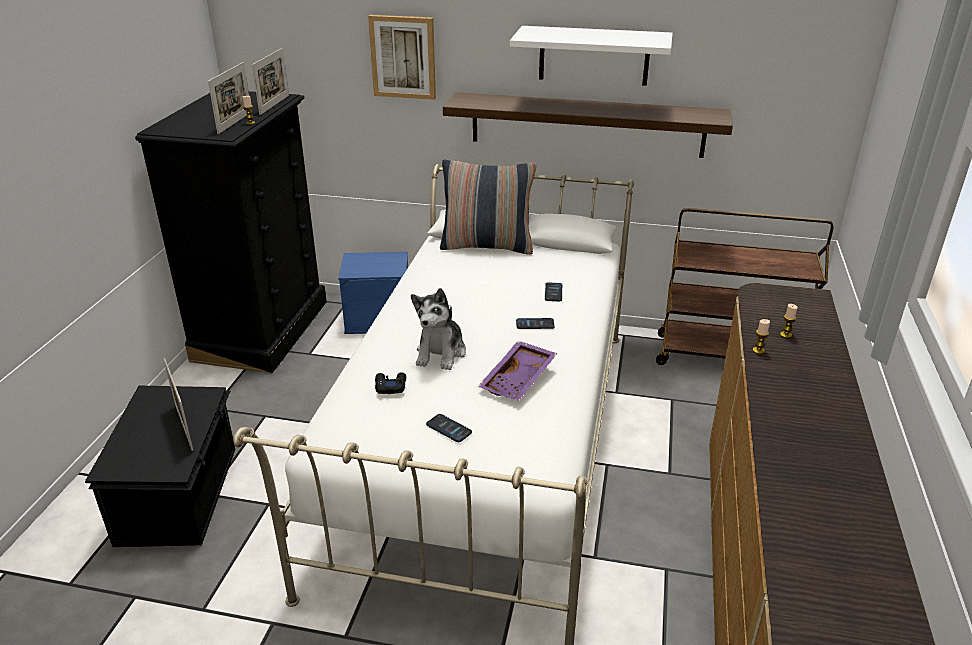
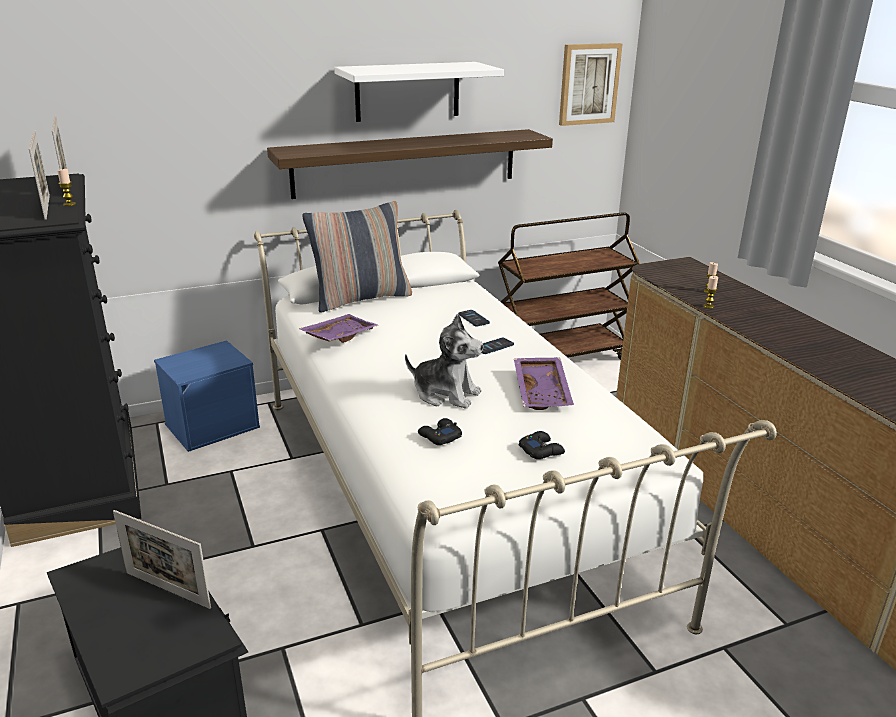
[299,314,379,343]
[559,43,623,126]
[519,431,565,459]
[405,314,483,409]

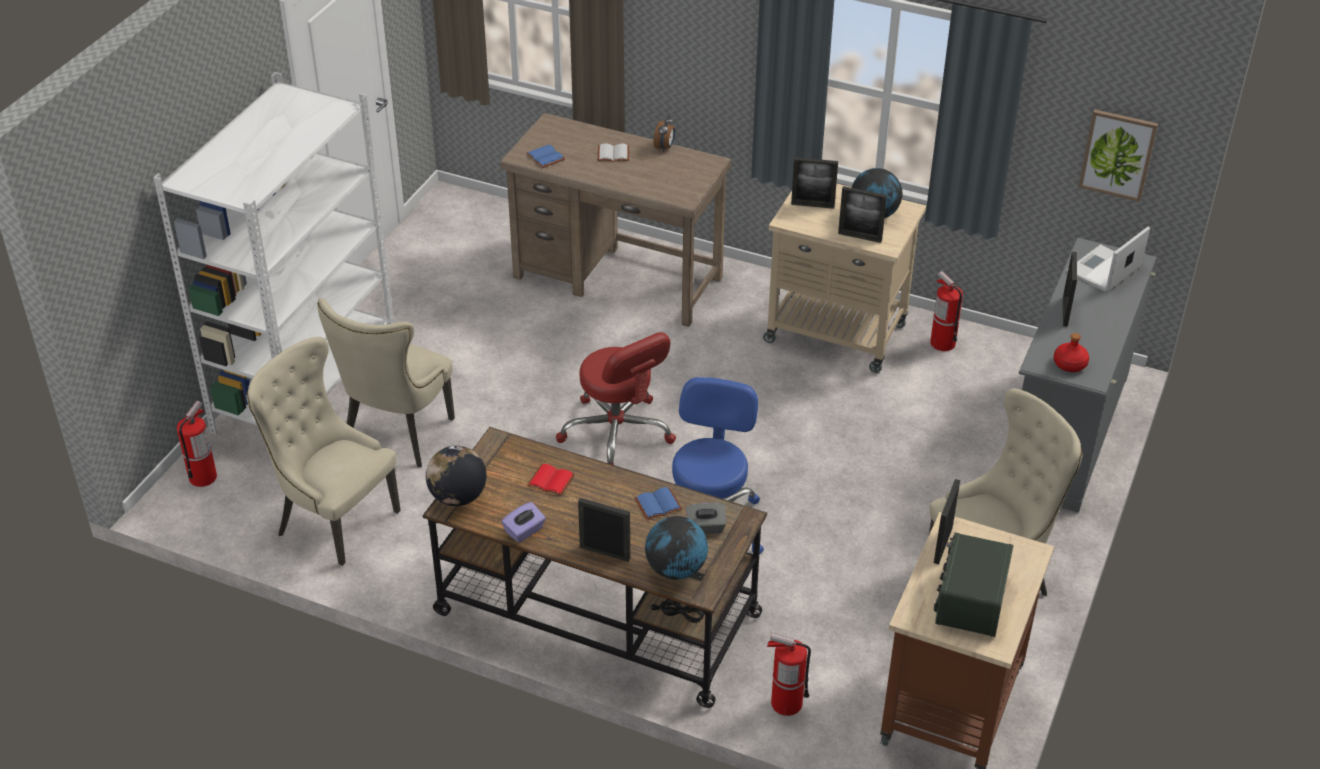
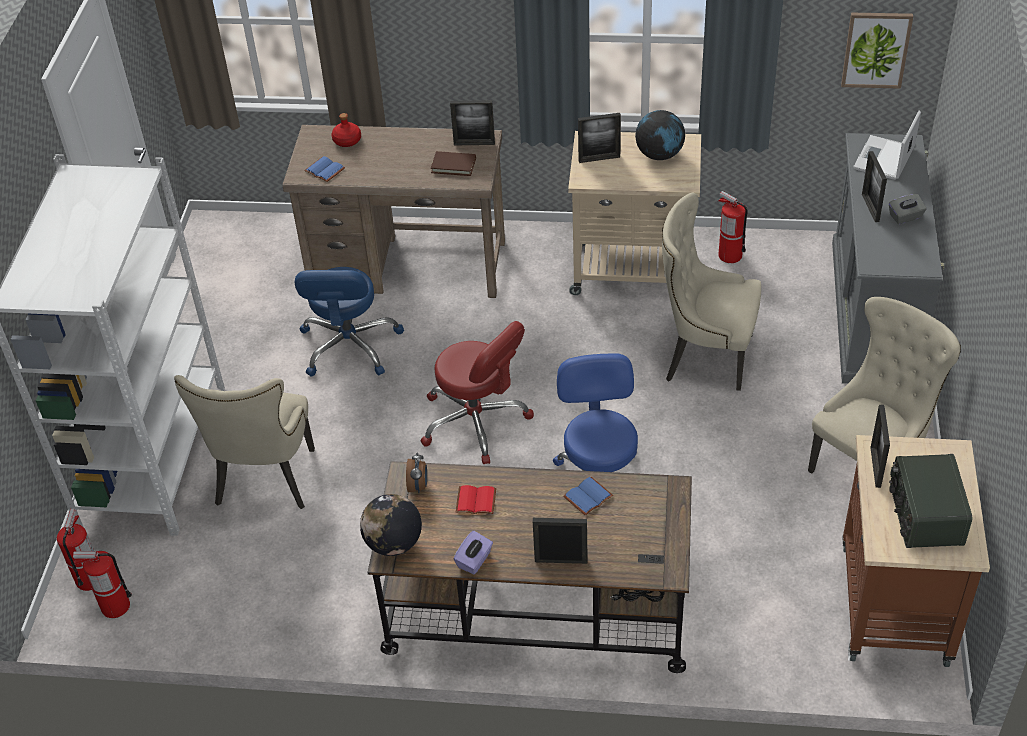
[598,143,629,162] (first image)
[645,516,708,580] (first image)
[295,267,404,377]
[431,151,476,176]
[662,193,761,391]
[406,452,427,493]
[889,194,927,224]
[73,551,132,618]
[450,100,495,145]
[332,113,361,147]

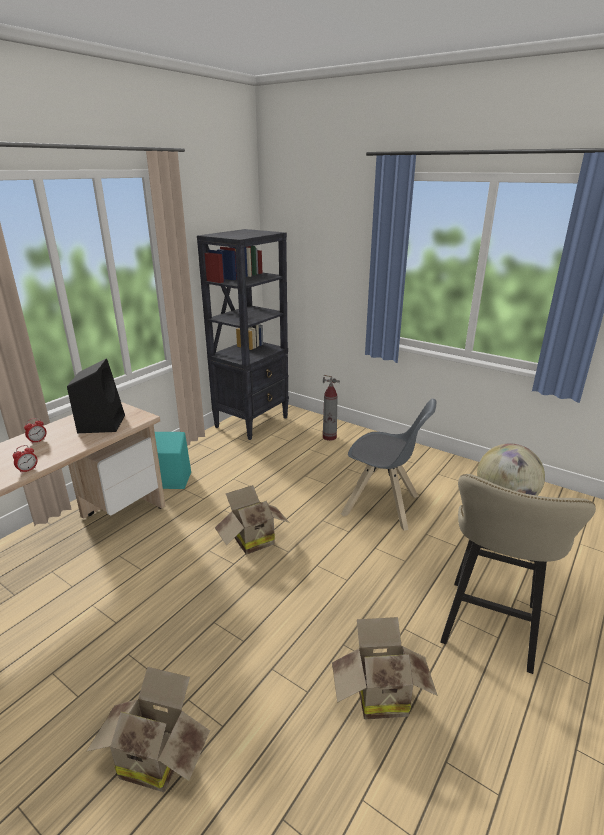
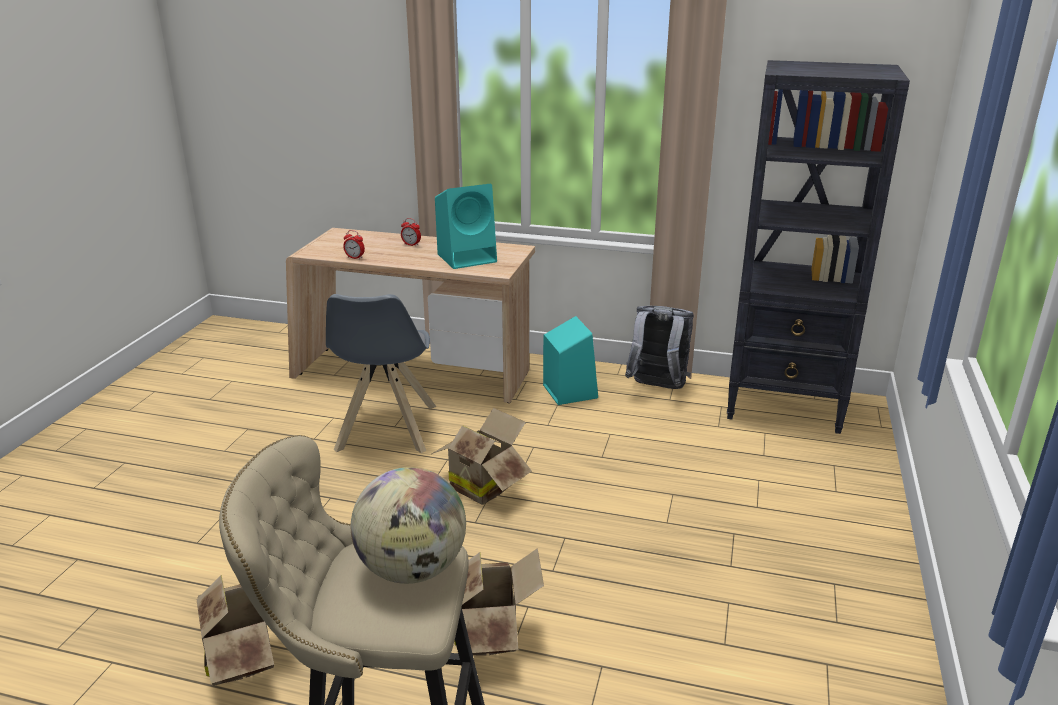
[323,375,340,441] (first image)
[625,306,694,389]
[454,548,544,655]
[326,294,437,453]
[435,184,497,269]

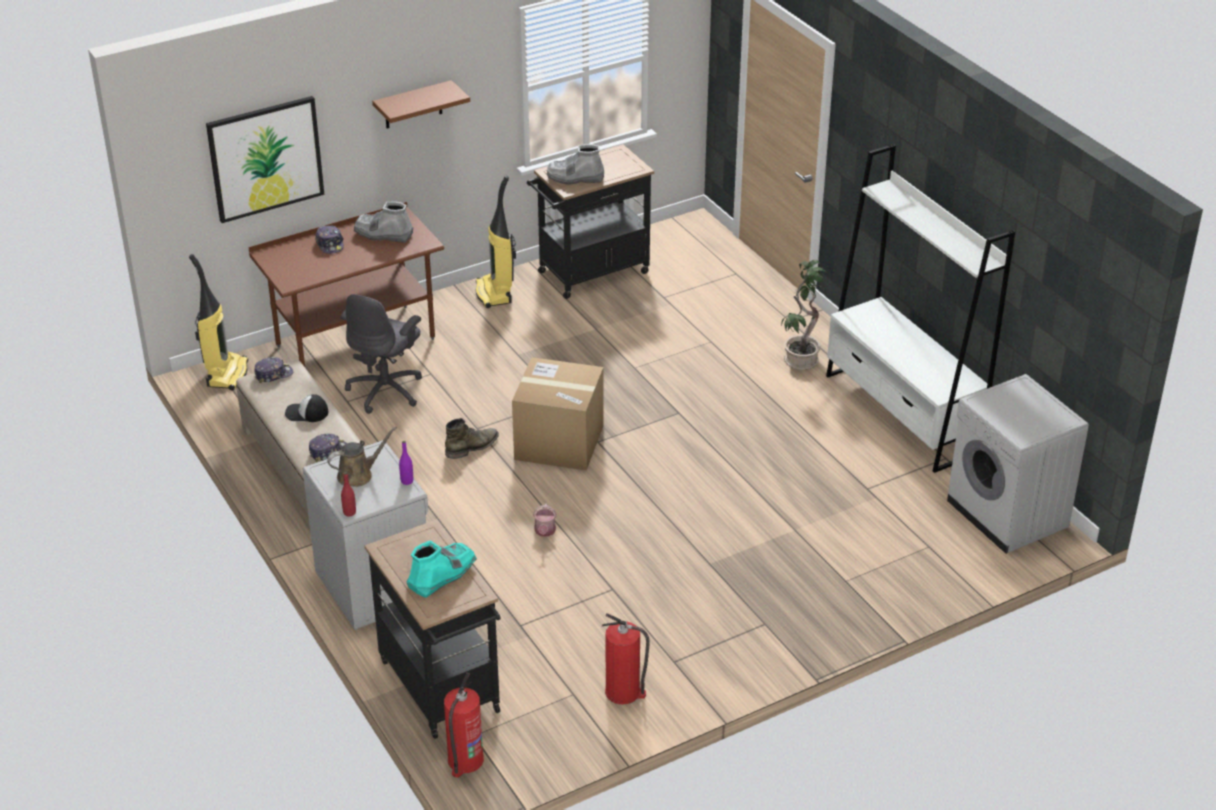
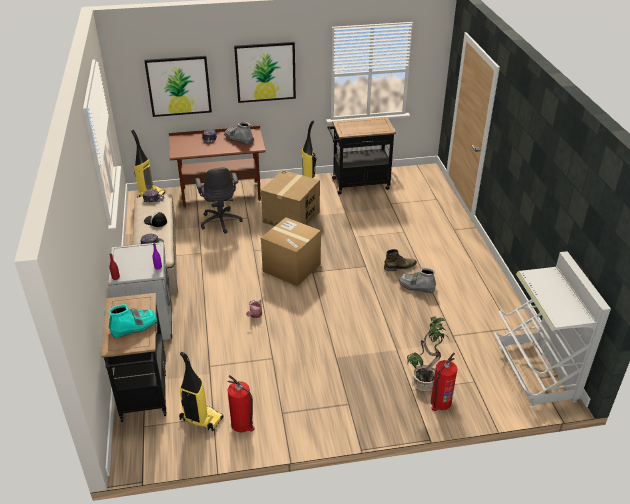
[327,427,397,487] (first image)
[826,144,1015,473] (first image)
[179,352,223,432]
[261,170,320,226]
[431,352,457,411]
[384,249,417,271]
[399,268,436,293]
[407,316,450,391]
[234,42,296,103]
[494,251,611,408]
[195,167,242,234]

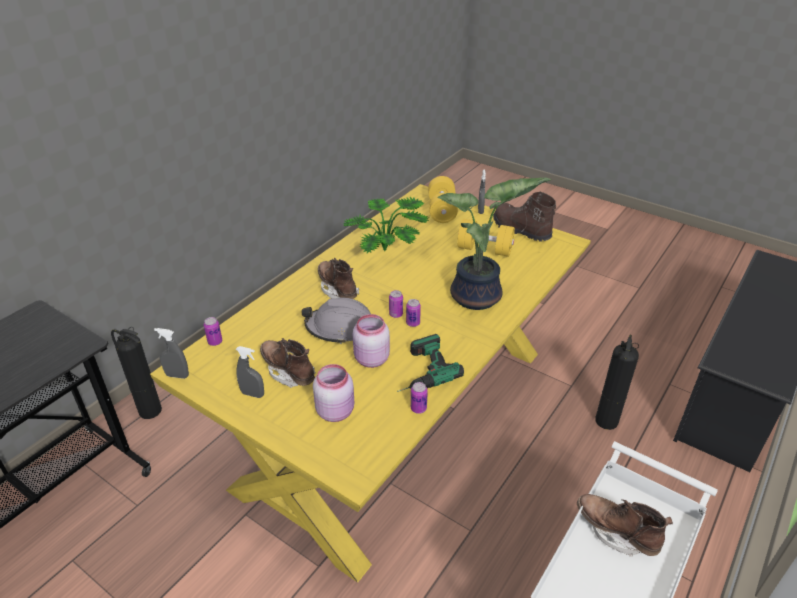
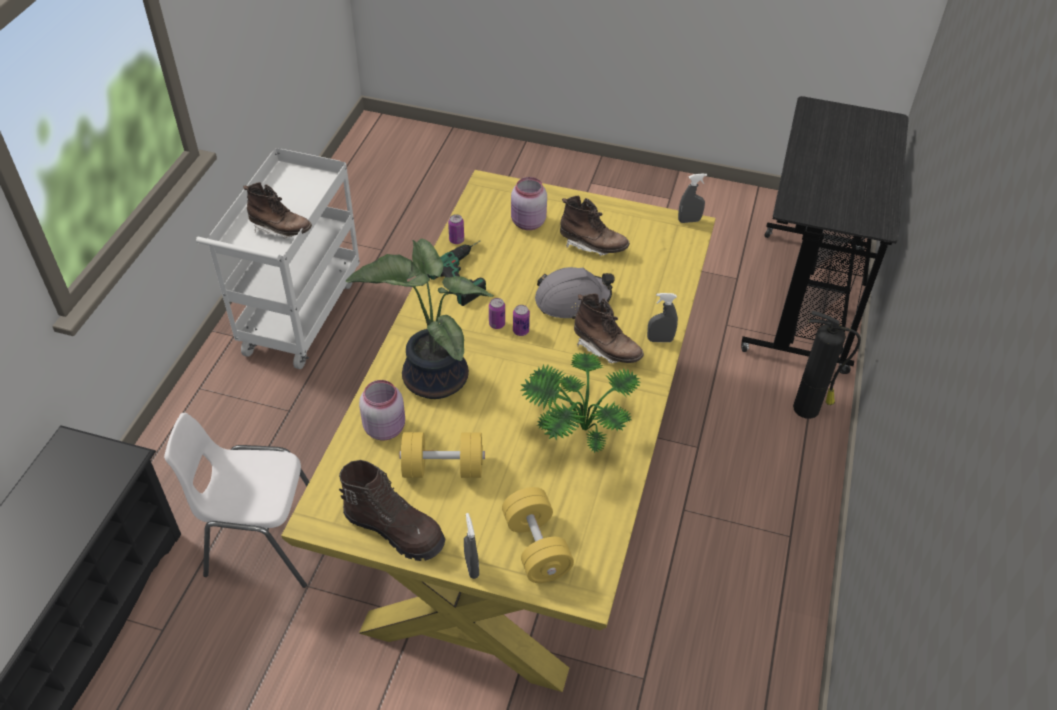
[204,317,222,346] (first image)
[647,293,678,342]
[359,380,405,440]
[164,413,309,588]

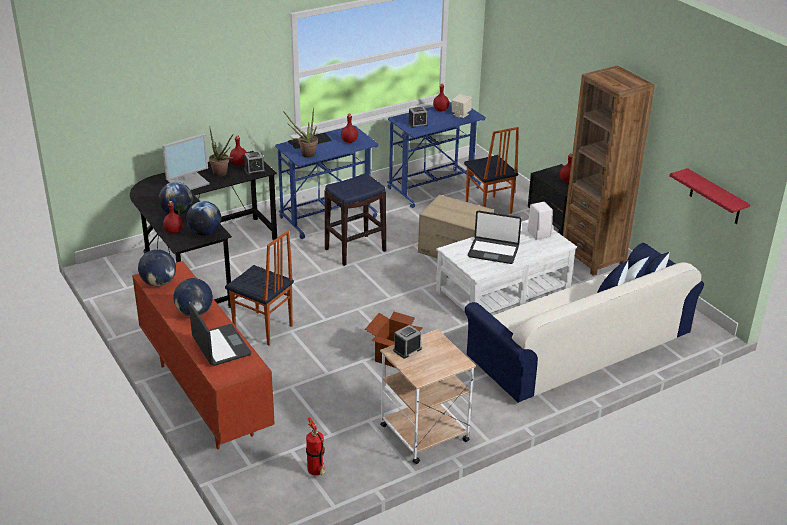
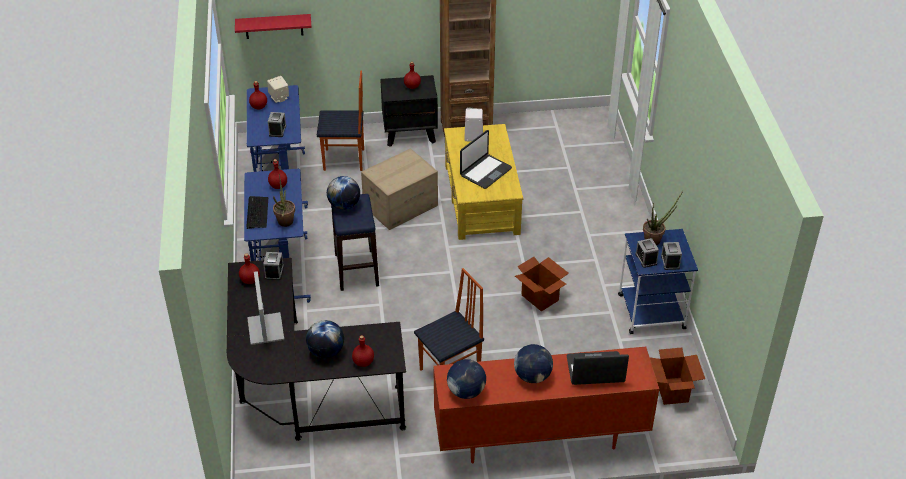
[465,243,704,403] (first image)
[661,242,682,270]
[327,176,360,210]
[643,191,683,246]
[235,14,312,39]
[650,348,705,405]
[618,229,698,334]
[444,124,523,240]

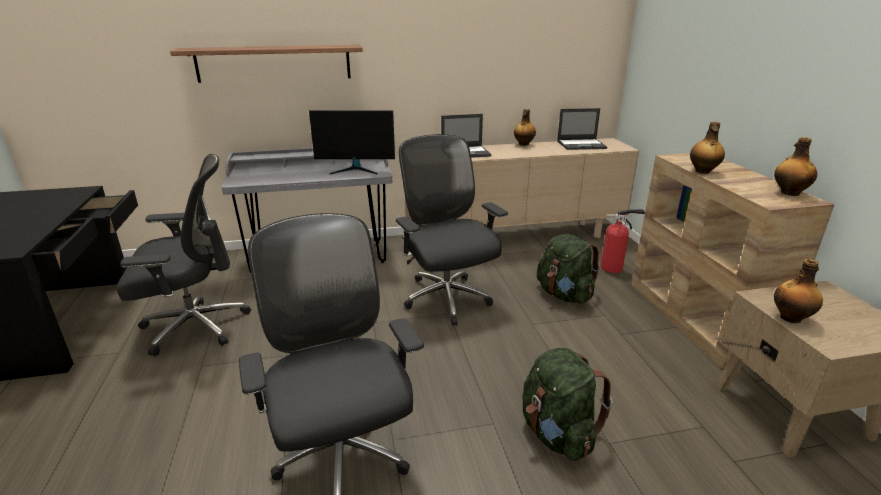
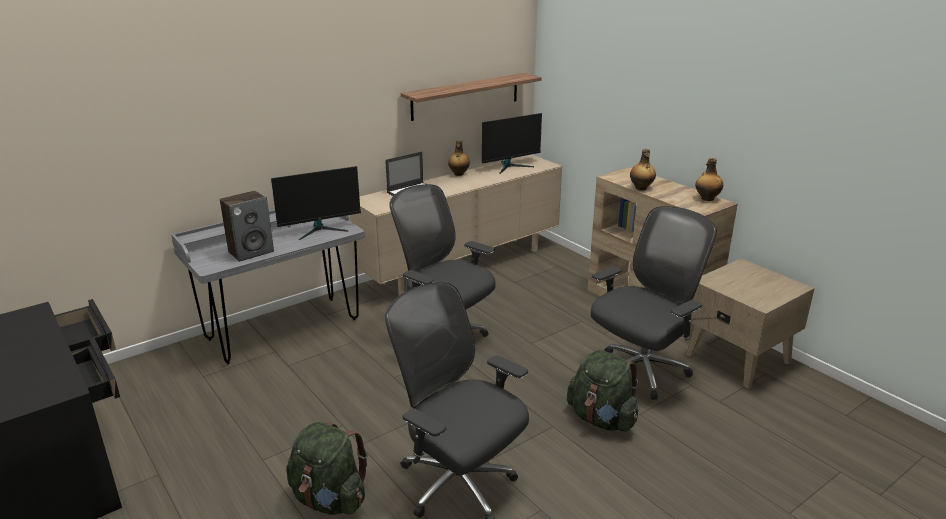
[601,209,645,273] (first image)
[774,259,823,323] (first image)
[220,191,274,262]
[591,206,717,400]
[401,73,542,121]
[286,422,368,515]
[482,113,542,174]

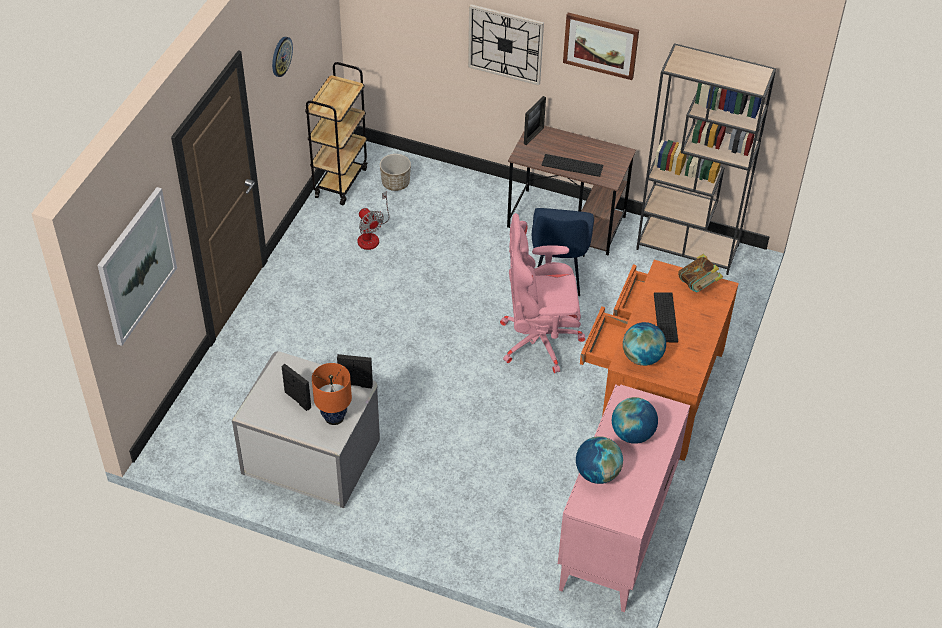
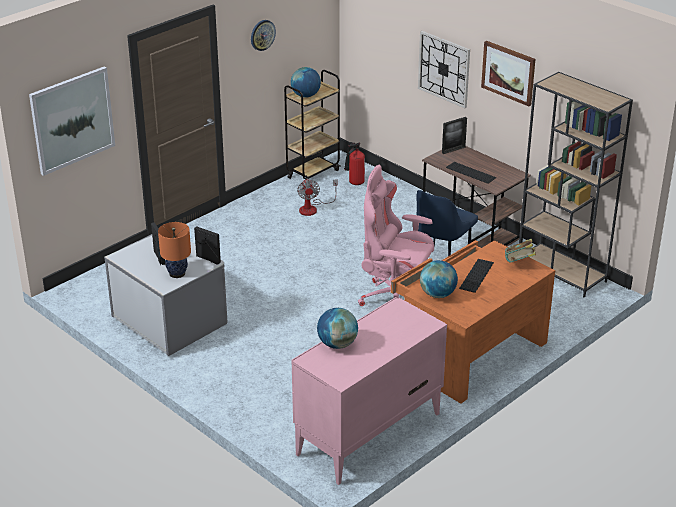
[291,67,321,98]
[344,142,365,185]

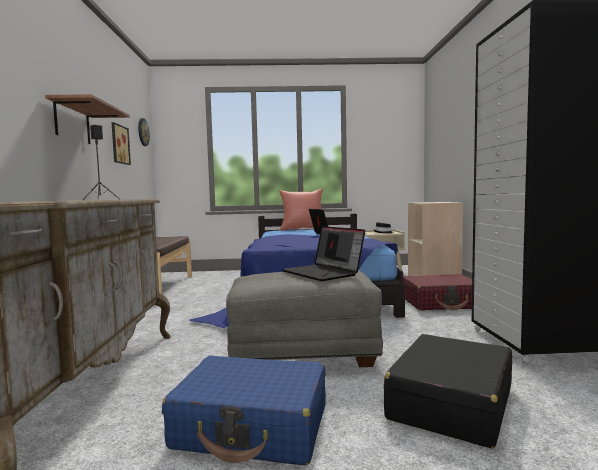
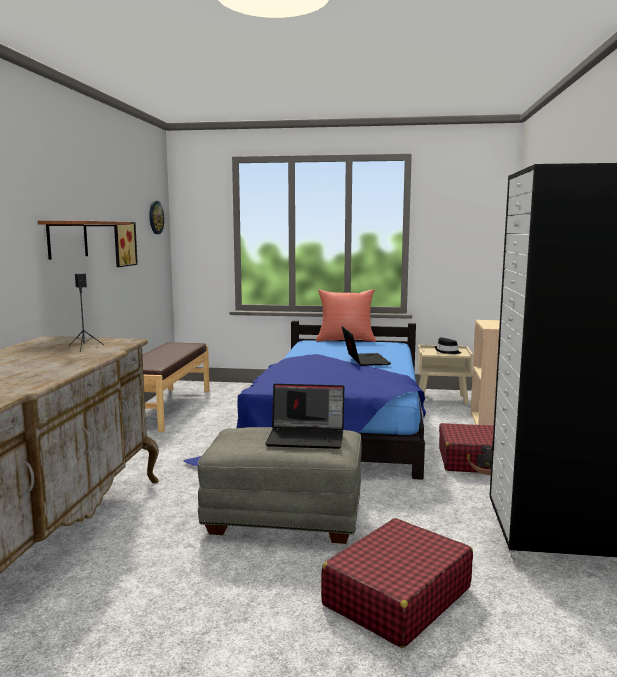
[162,355,326,465] (first image)
[321,518,473,648]
[265,384,344,449]

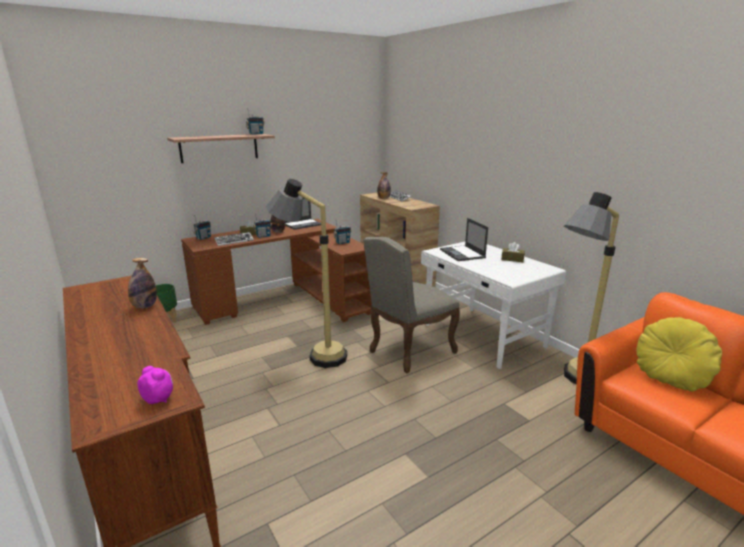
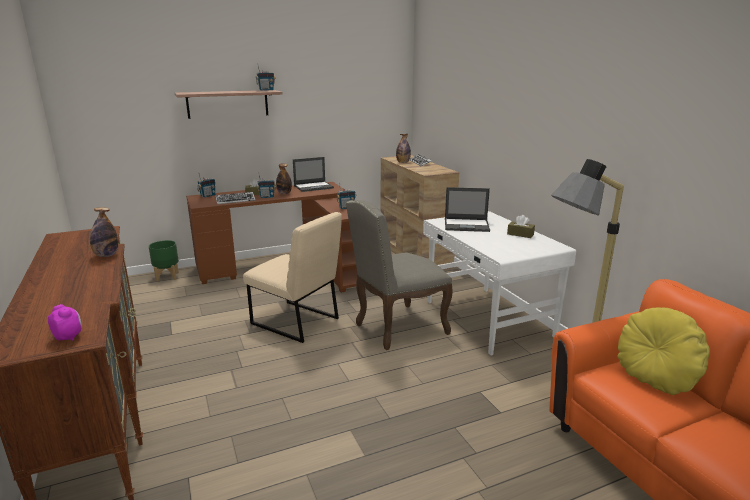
[243,212,342,343]
[445,187,490,232]

